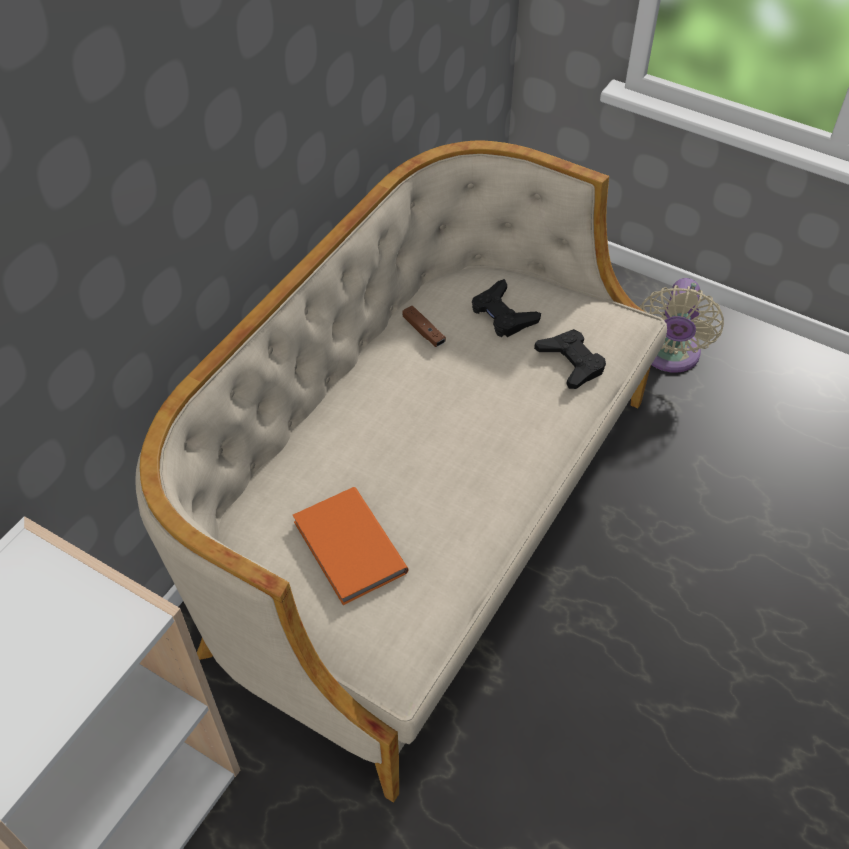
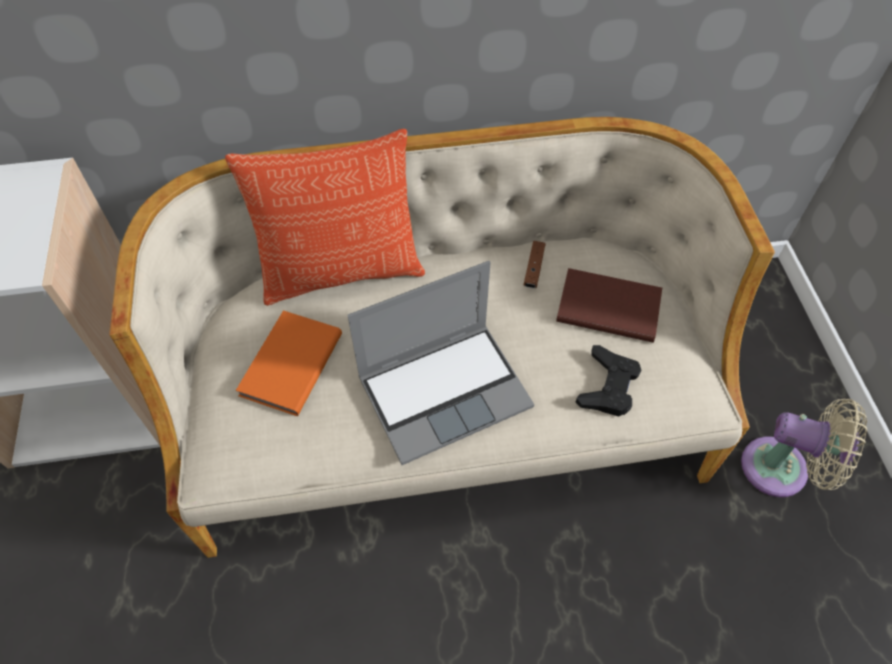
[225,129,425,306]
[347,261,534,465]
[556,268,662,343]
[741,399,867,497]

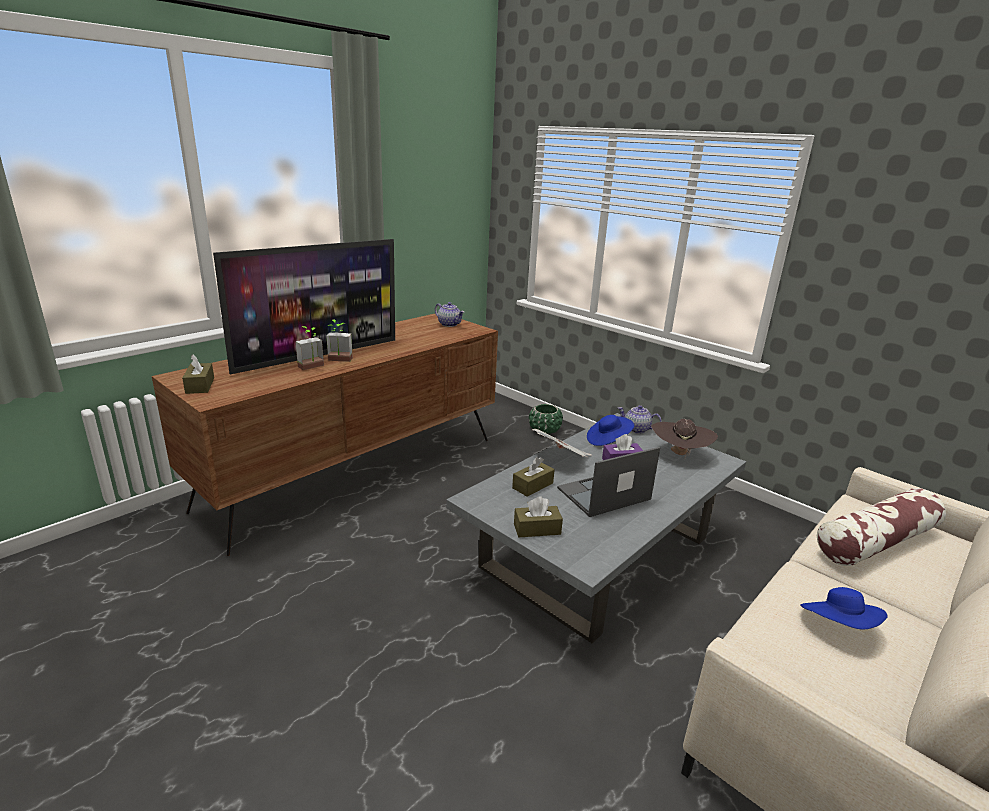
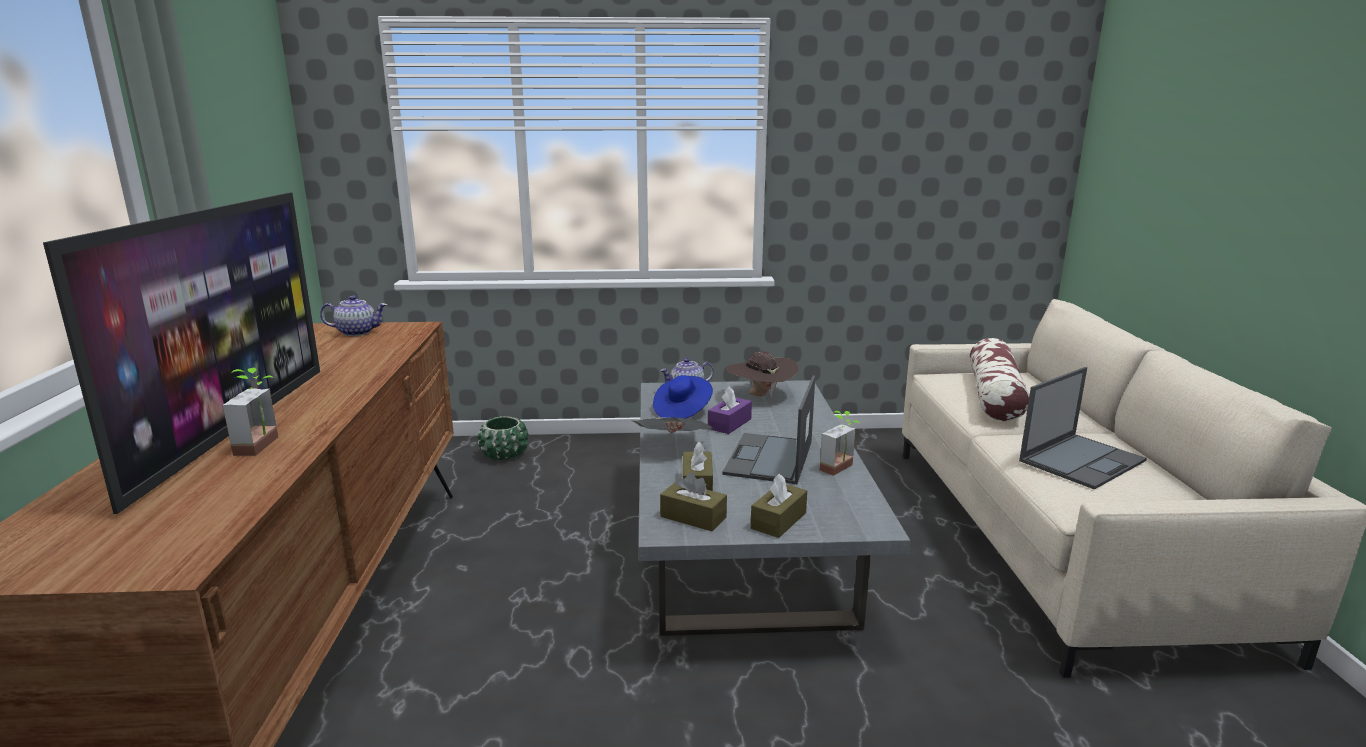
[660,472,727,531]
[820,411,859,476]
[1019,367,1147,490]

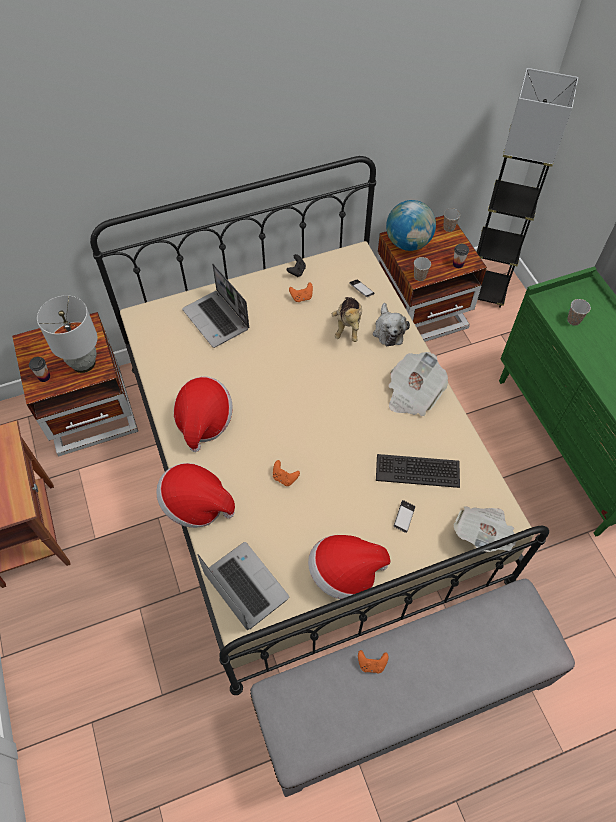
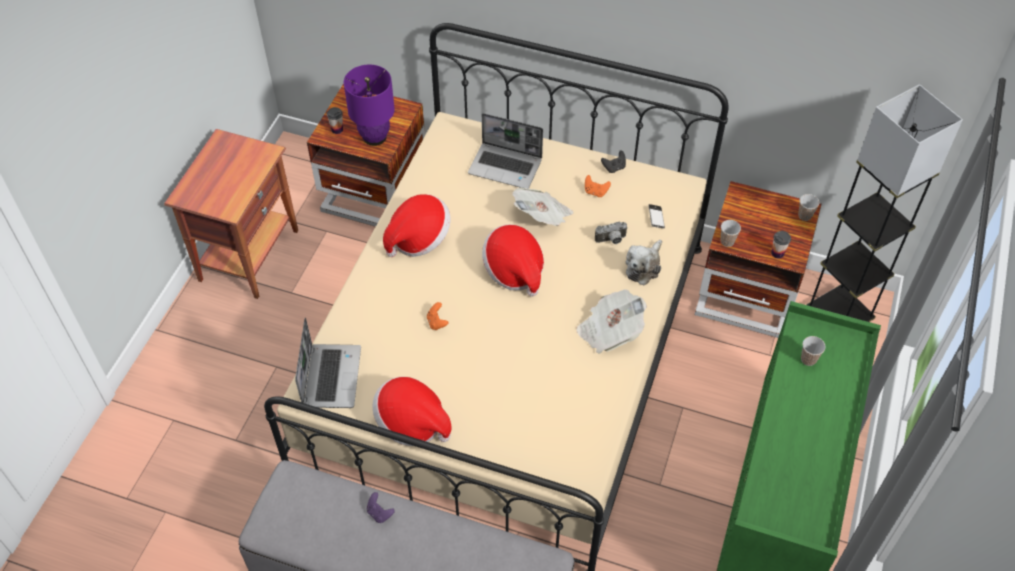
[376,454,460,488] (first image)
[386,200,436,251] (first image)
[394,500,415,533] (first image)
[482,224,544,296]
[512,187,574,226]
[595,222,628,244]
[344,65,395,146]
[367,492,395,523]
[468,113,543,189]

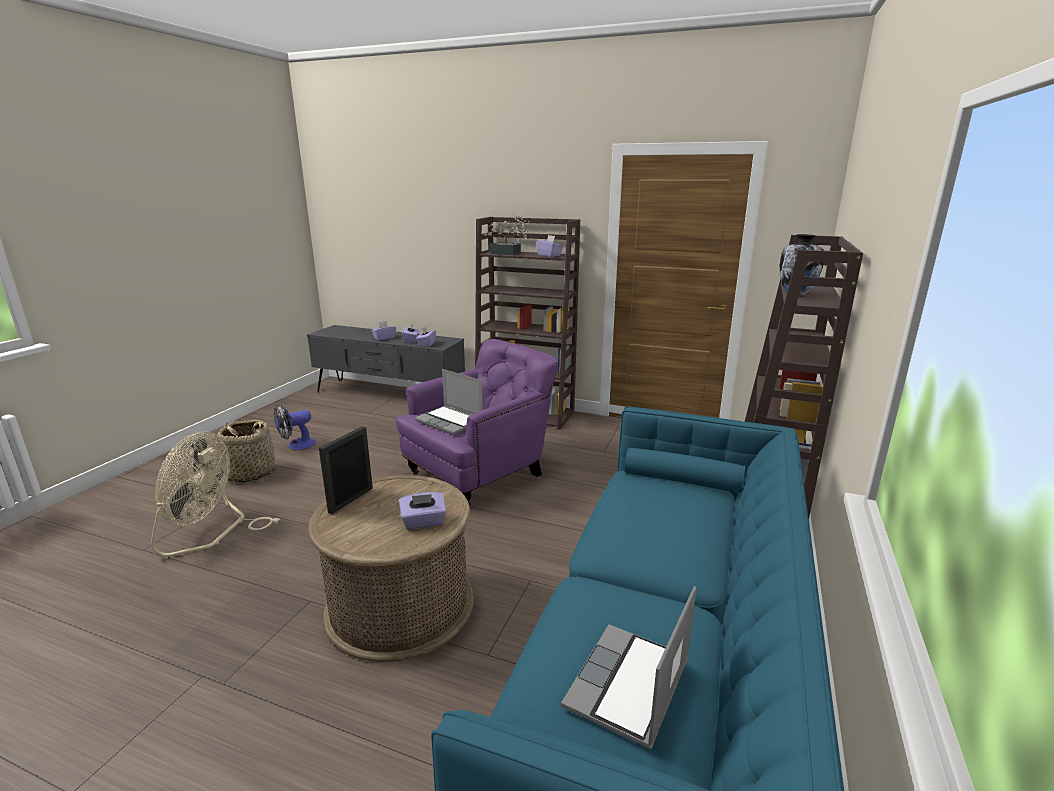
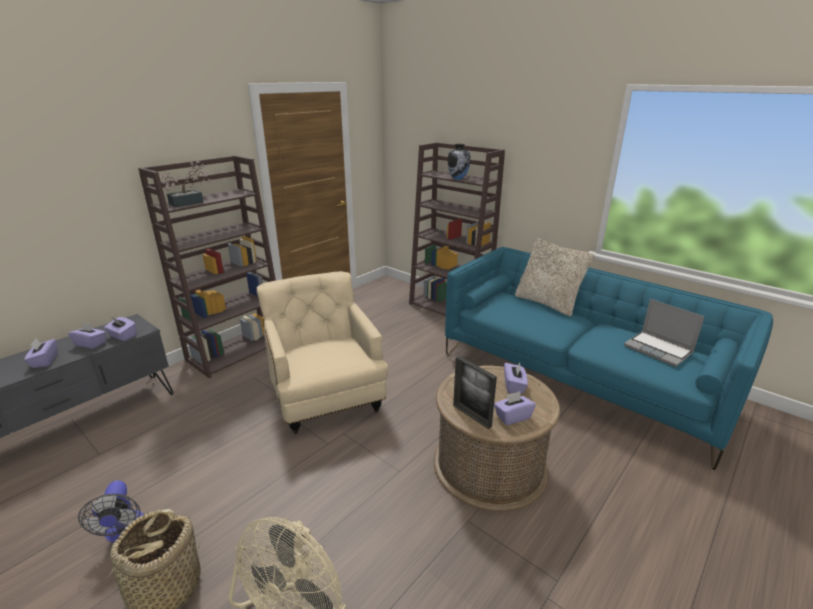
[415,369,483,435] (first image)
[515,238,595,316]
[494,391,536,425]
[257,271,388,434]

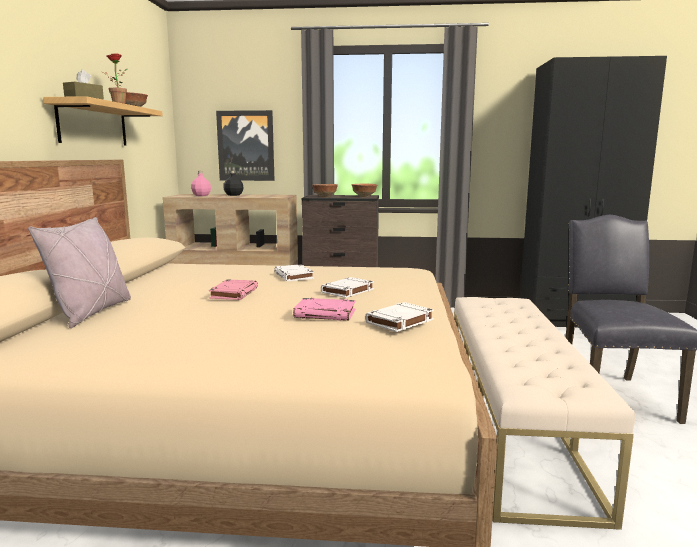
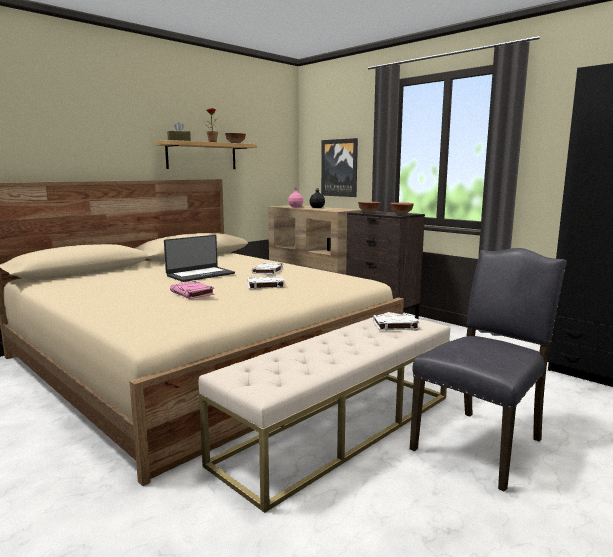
[28,217,131,328] (first image)
[373,314,420,330]
[164,235,235,282]

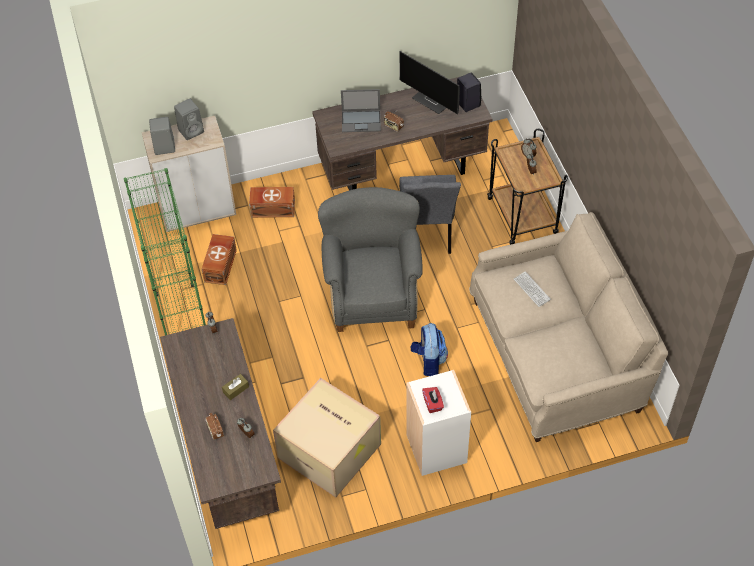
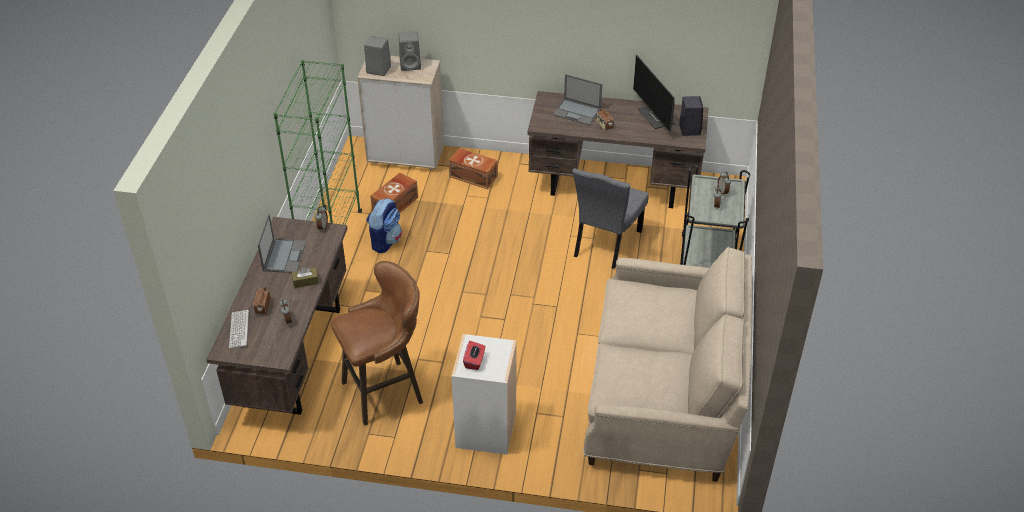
[318,187,423,332] (first image)
[258,214,306,273]
[366,198,402,253]
[229,310,249,348]
[331,261,423,426]
[680,165,750,268]

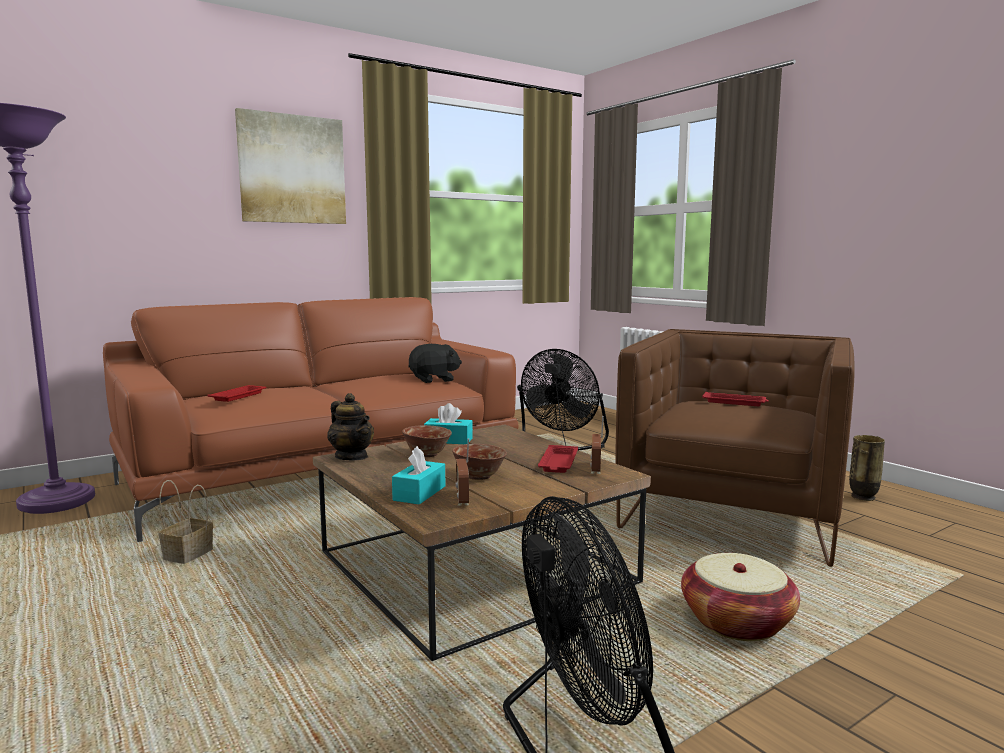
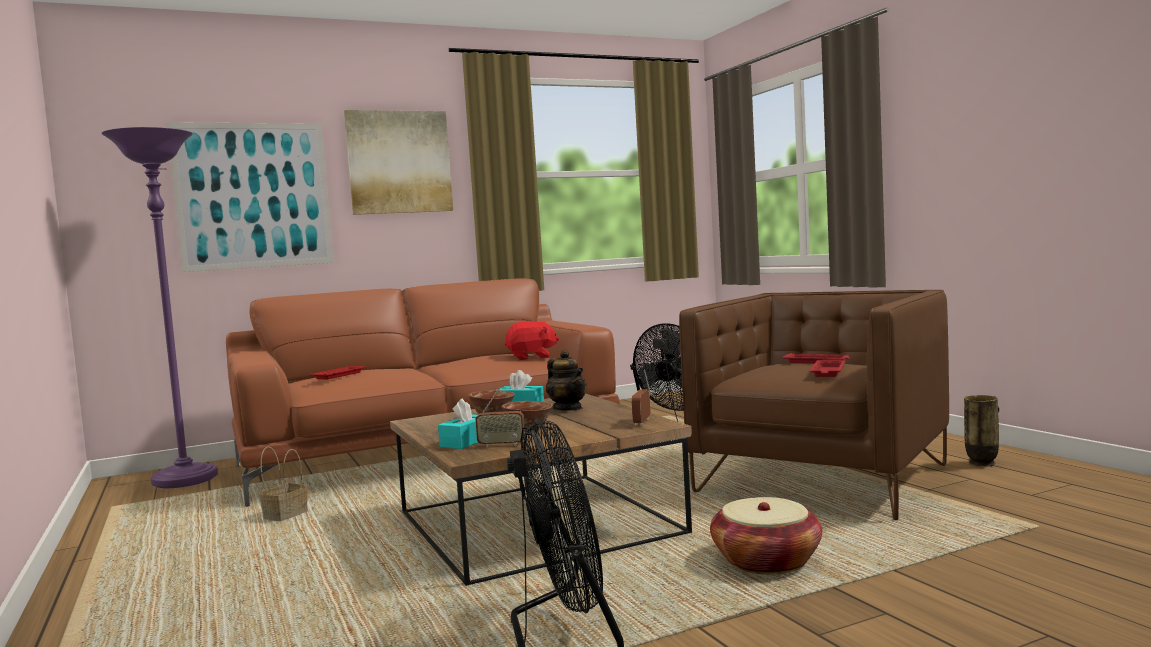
[167,122,334,272]
[546,350,587,411]
[810,360,845,377]
[505,321,559,360]
[475,387,525,447]

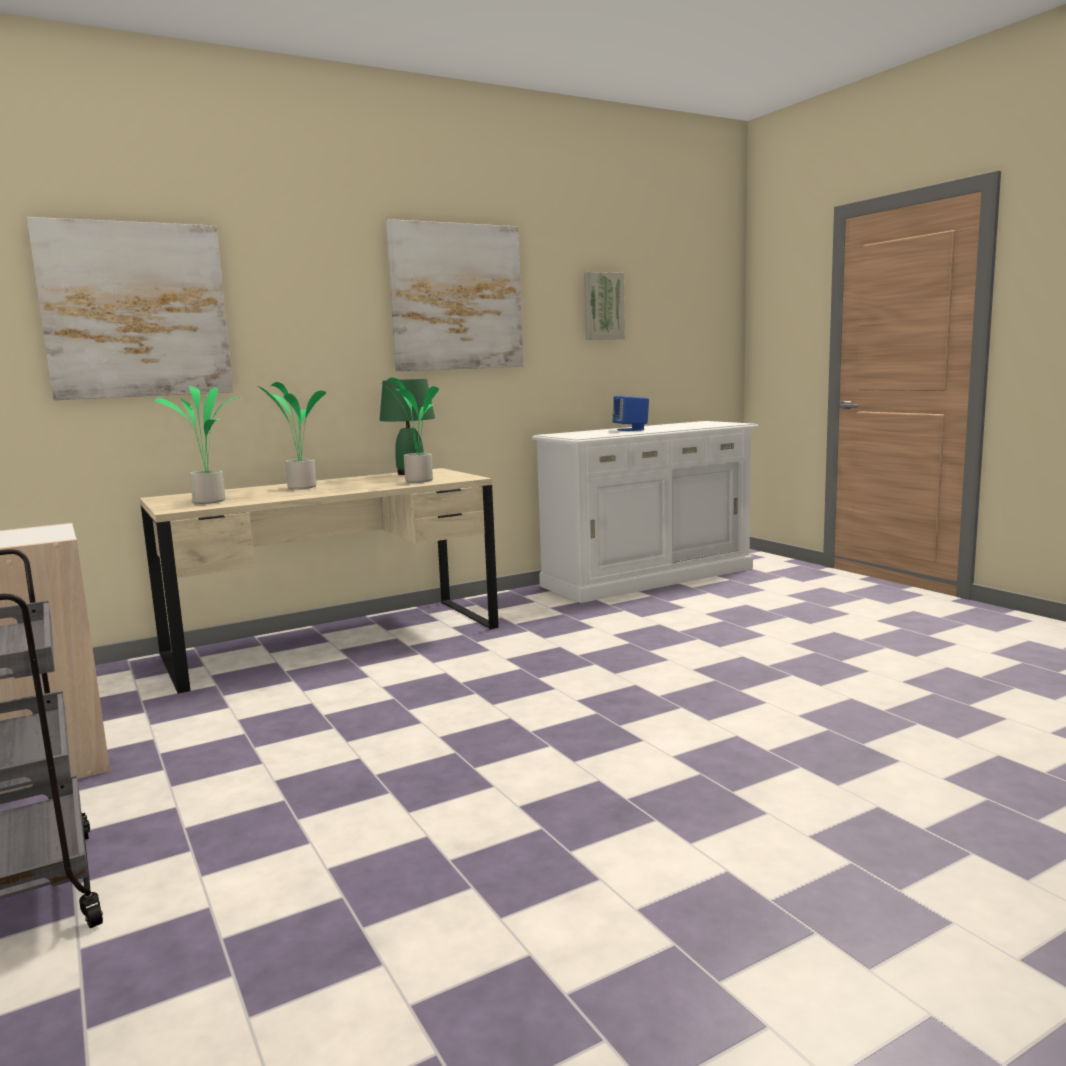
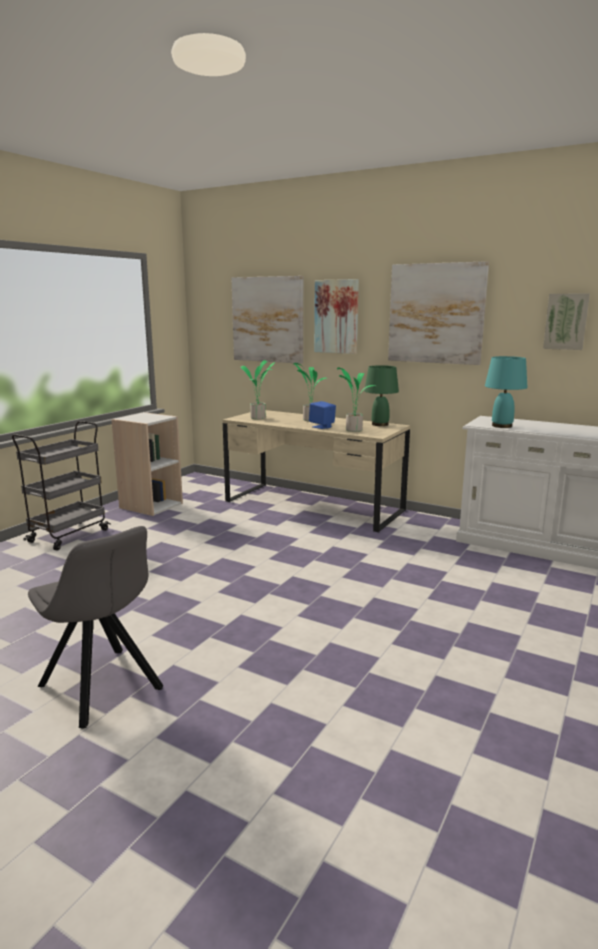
[28,526,163,729]
[314,279,359,354]
[485,356,528,428]
[309,401,336,429]

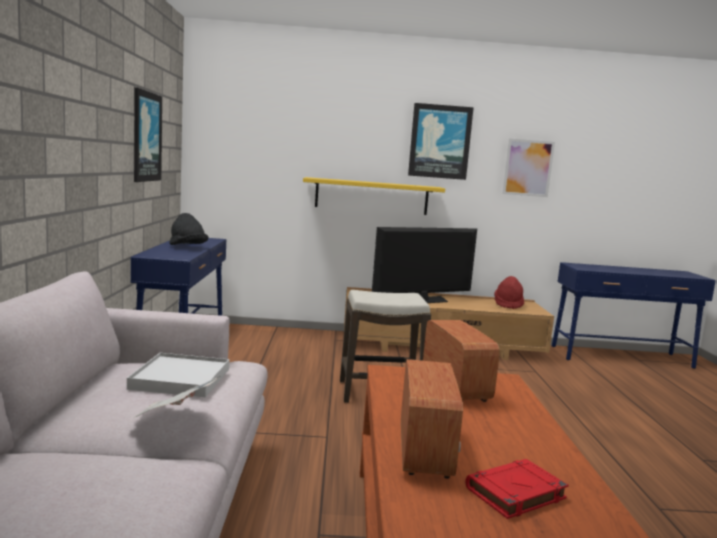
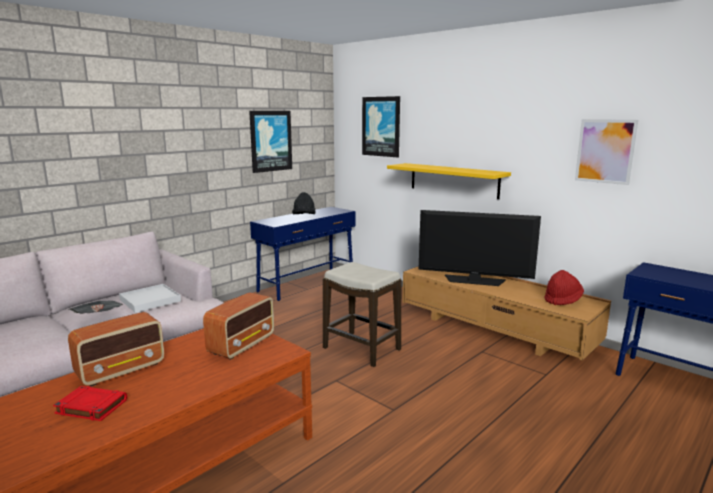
[362,96,400,157]

